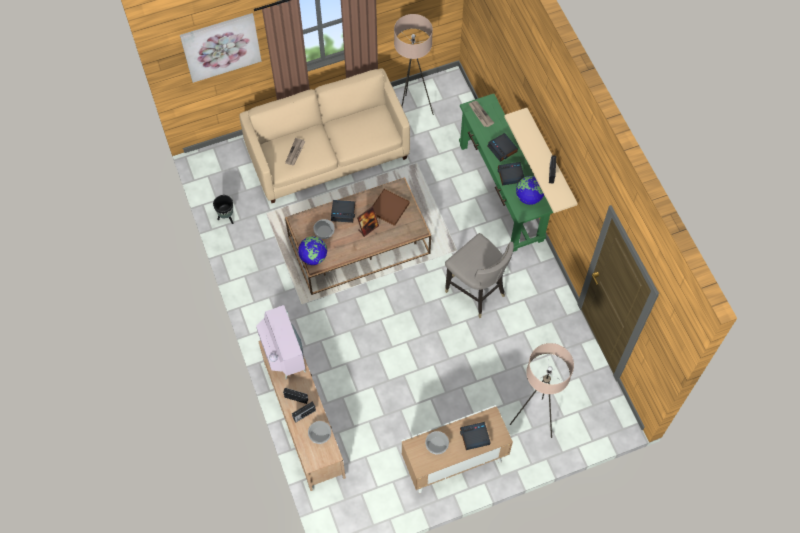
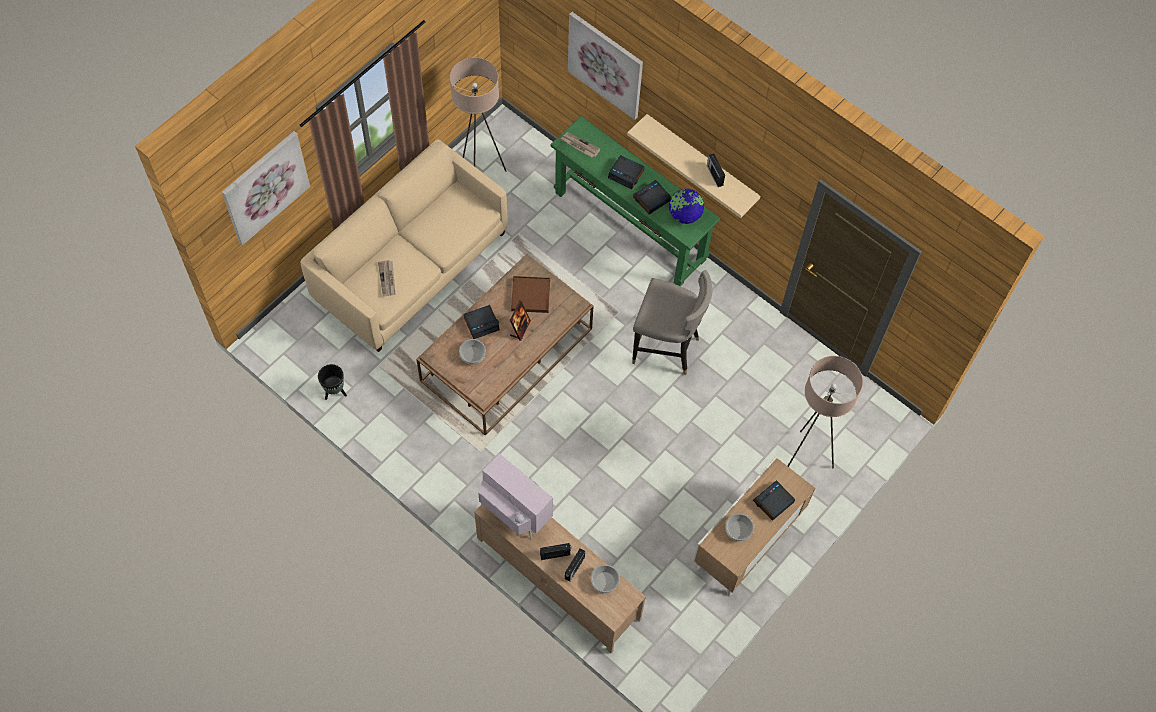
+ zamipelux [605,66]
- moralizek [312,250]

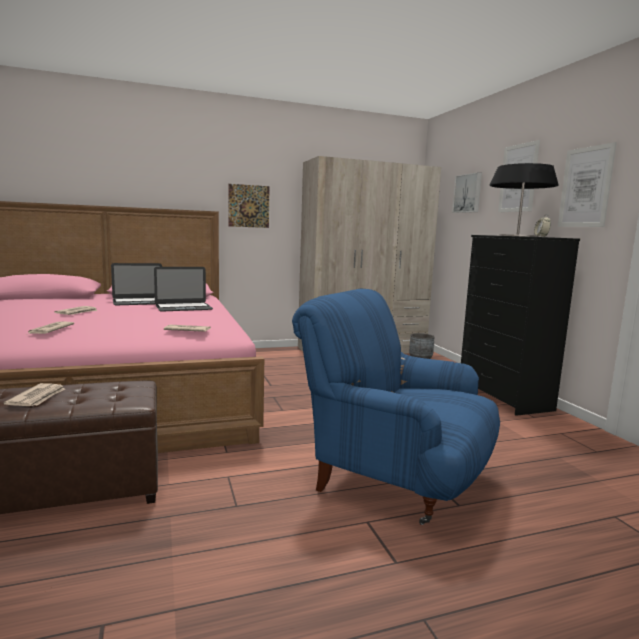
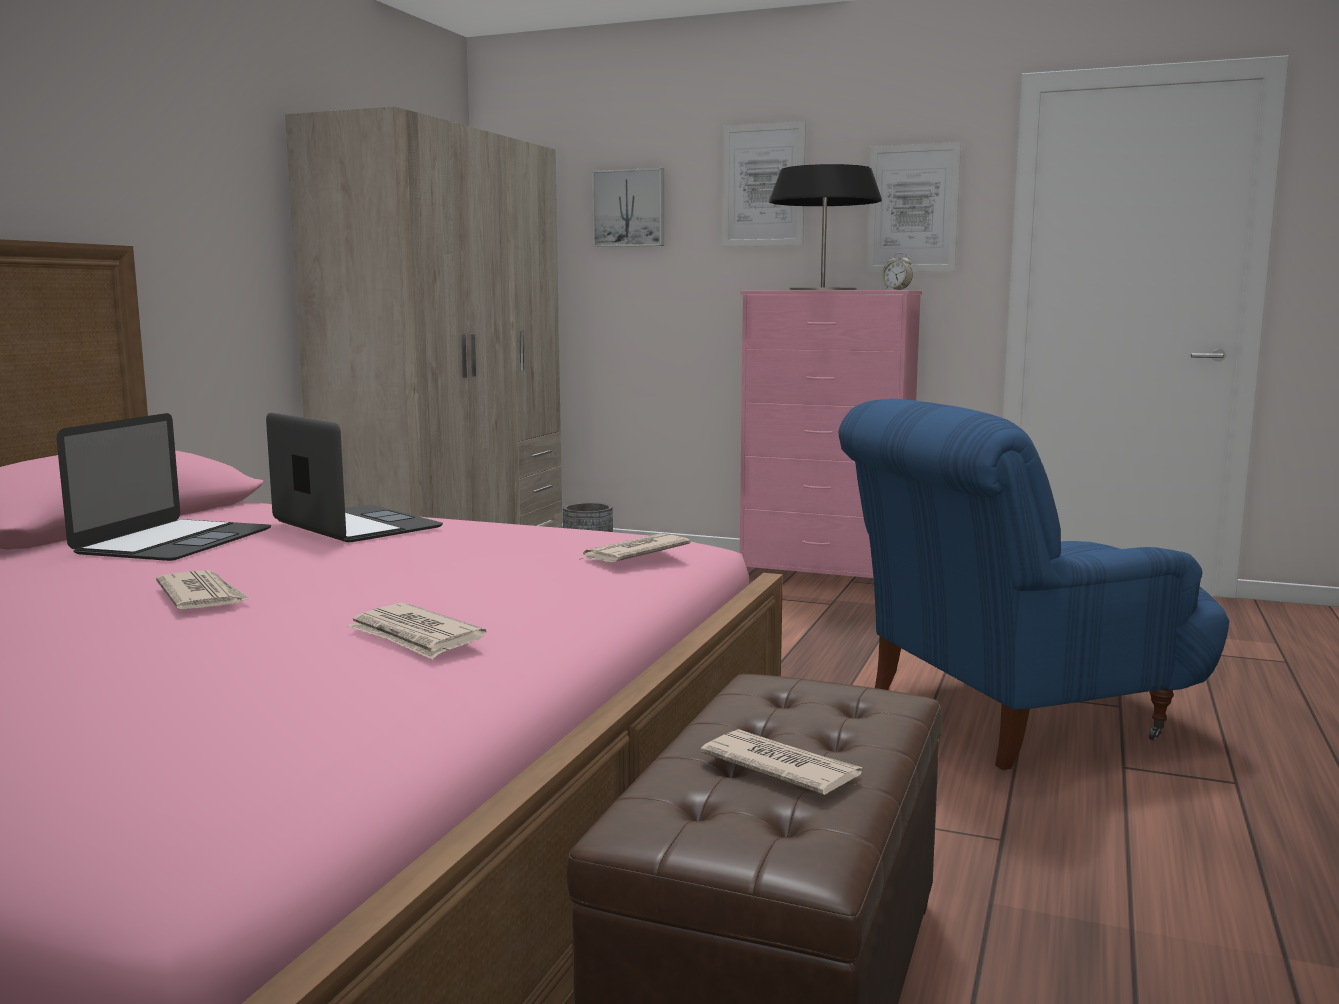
~ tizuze [183,289] = [354,477] 60 degrees counterclockwise
~ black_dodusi [520,325] to pink_dodusi [831,434]
- zamipelux [249,206]

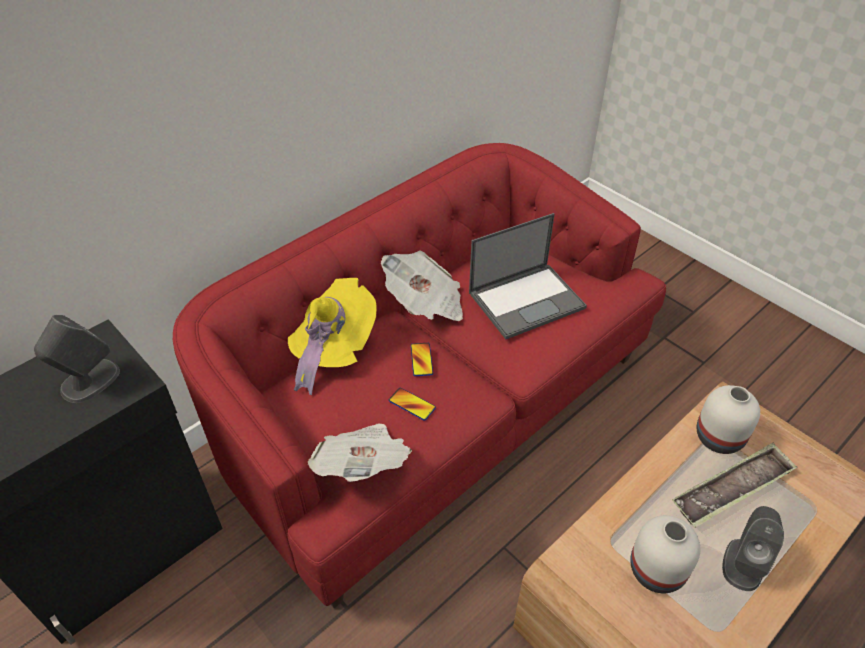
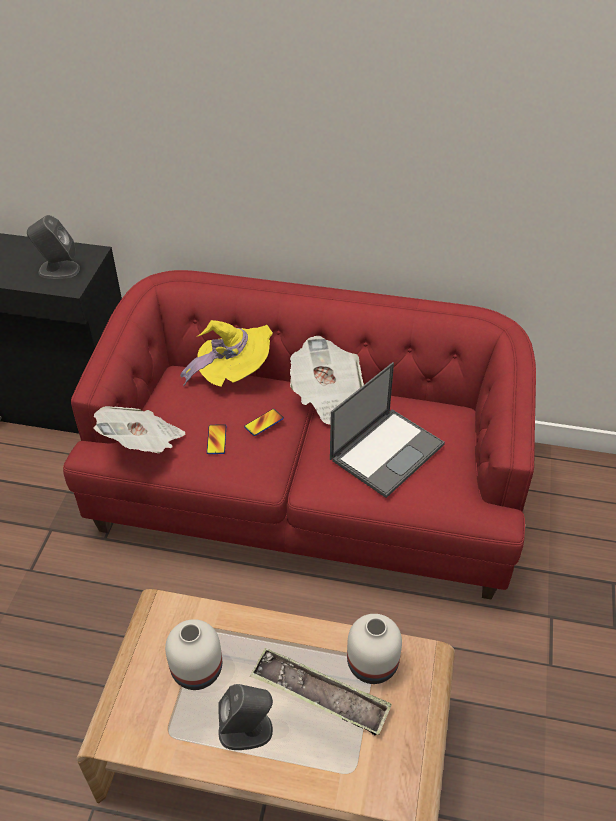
~ tizuze [528,276] = [387,430] 75 degrees counterclockwise

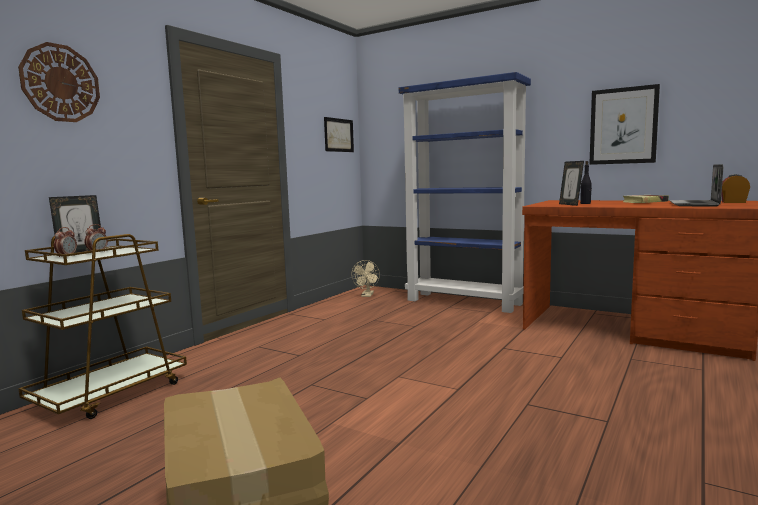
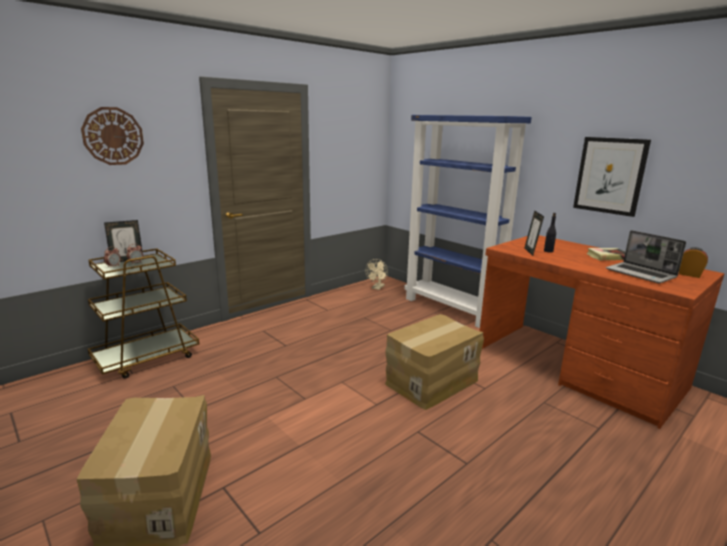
+ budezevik [434,362]
~ tizuze [696,185] = [646,256] 75 degrees counterclockwise
- zamipelux [339,134]

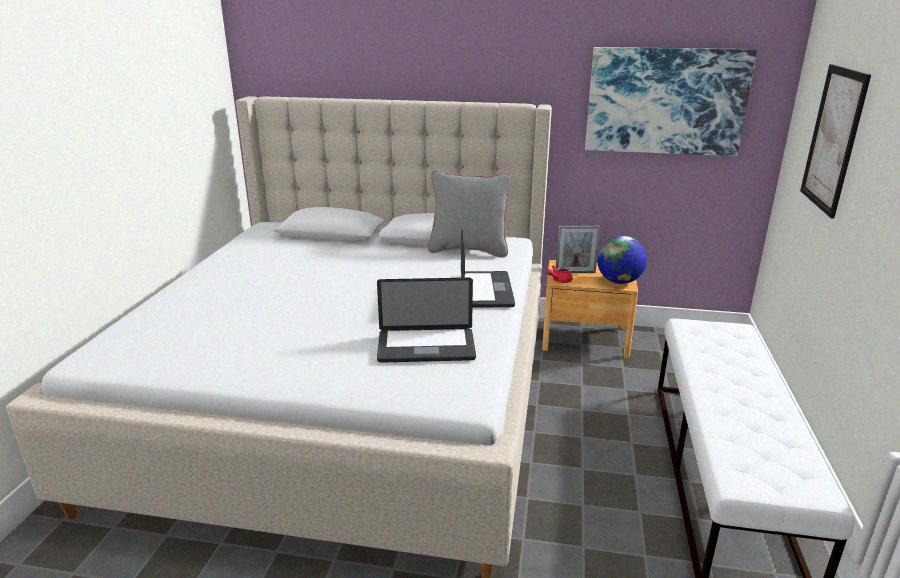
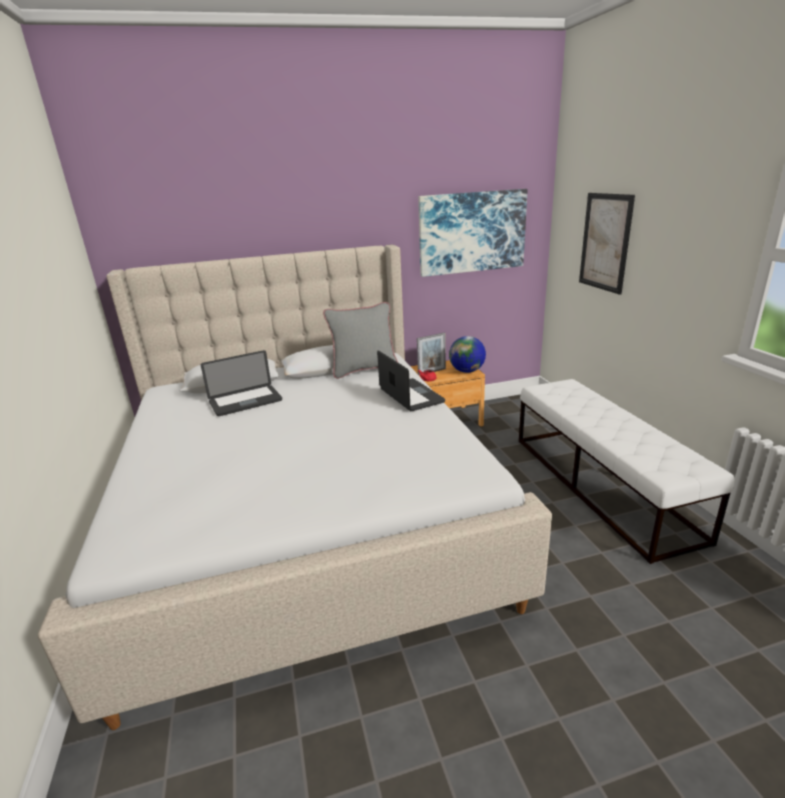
~ tizuze [426,320] to [241,383]

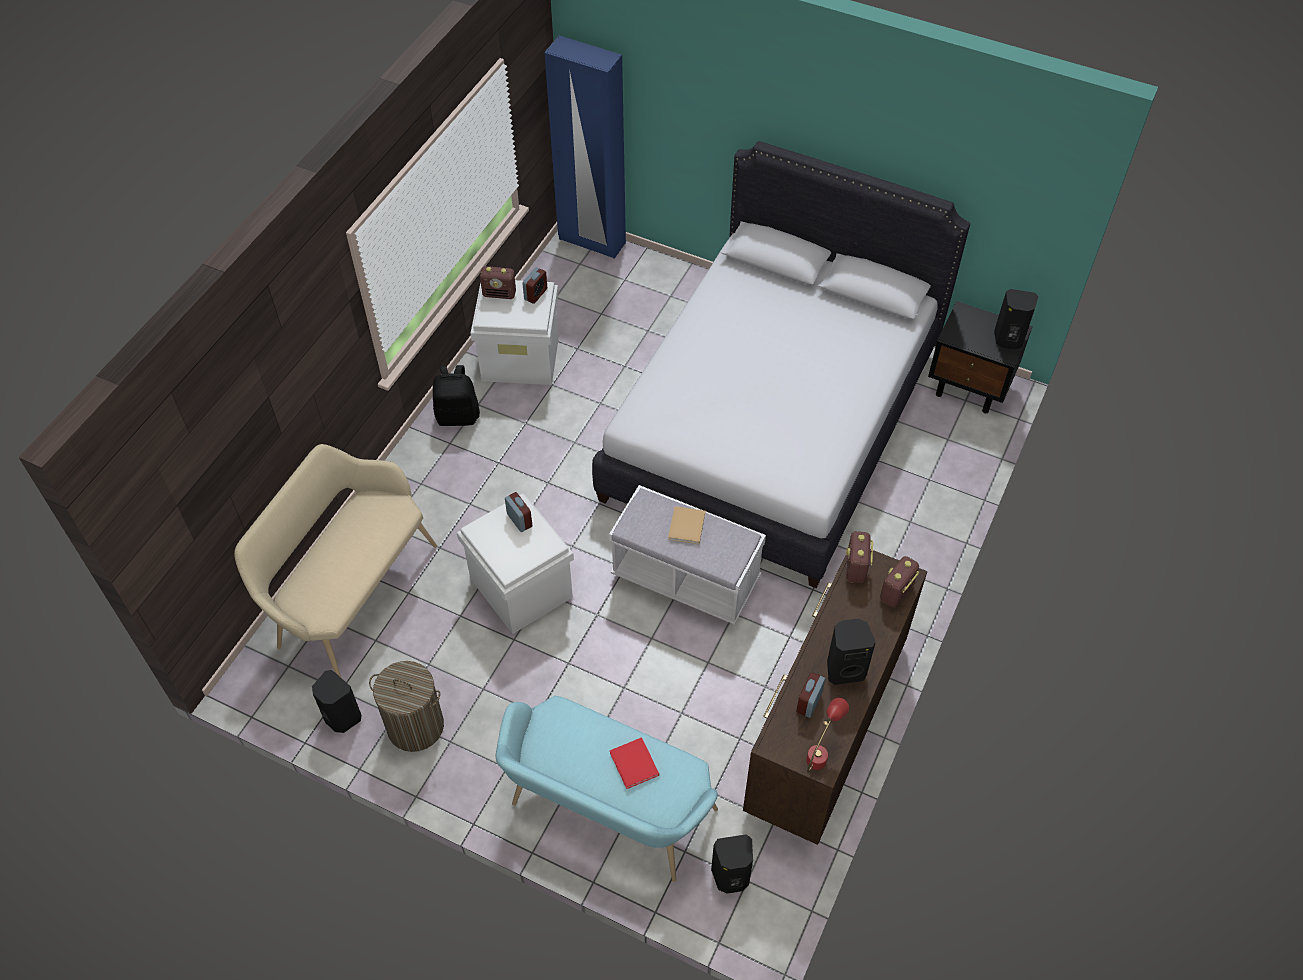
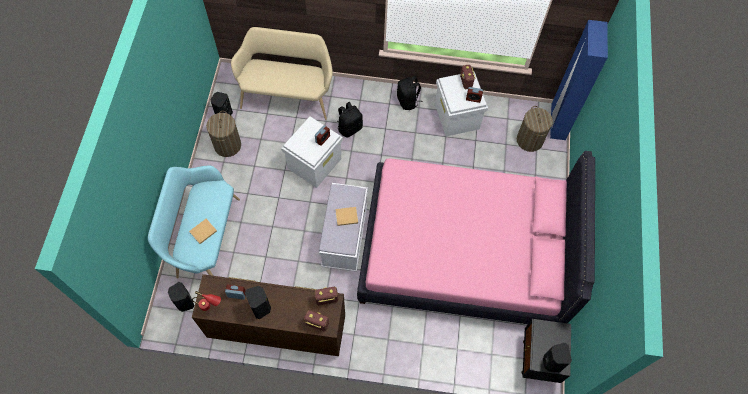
~ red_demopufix [634,763] to beige_demopufix [203,231]
+ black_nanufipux [350,120]
~ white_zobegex [781,364] to pink_zobegex [476,237]
+ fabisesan [535,129]

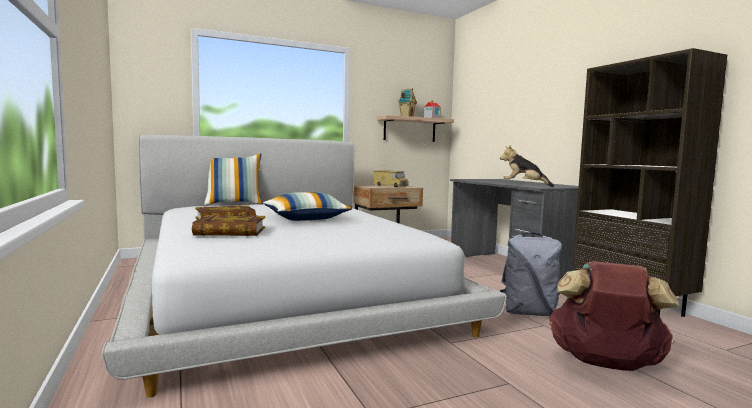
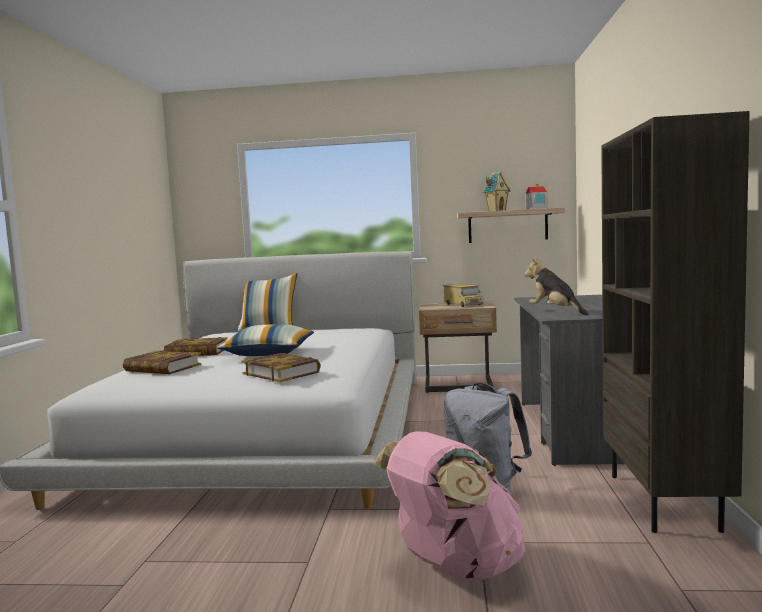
+ demopufix [281,367]
~ brown_nanufipux [614,316] to pink_nanufipux [449,506]

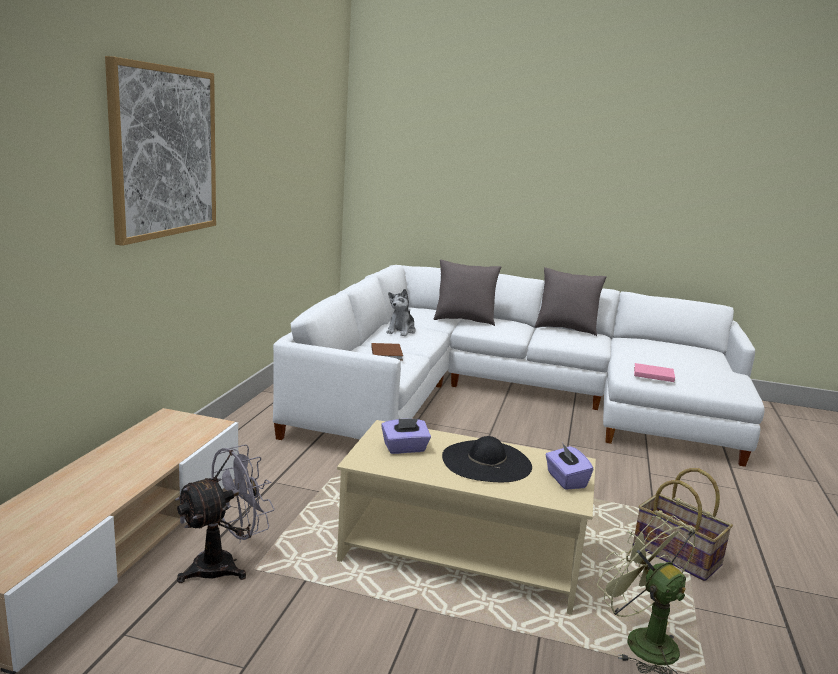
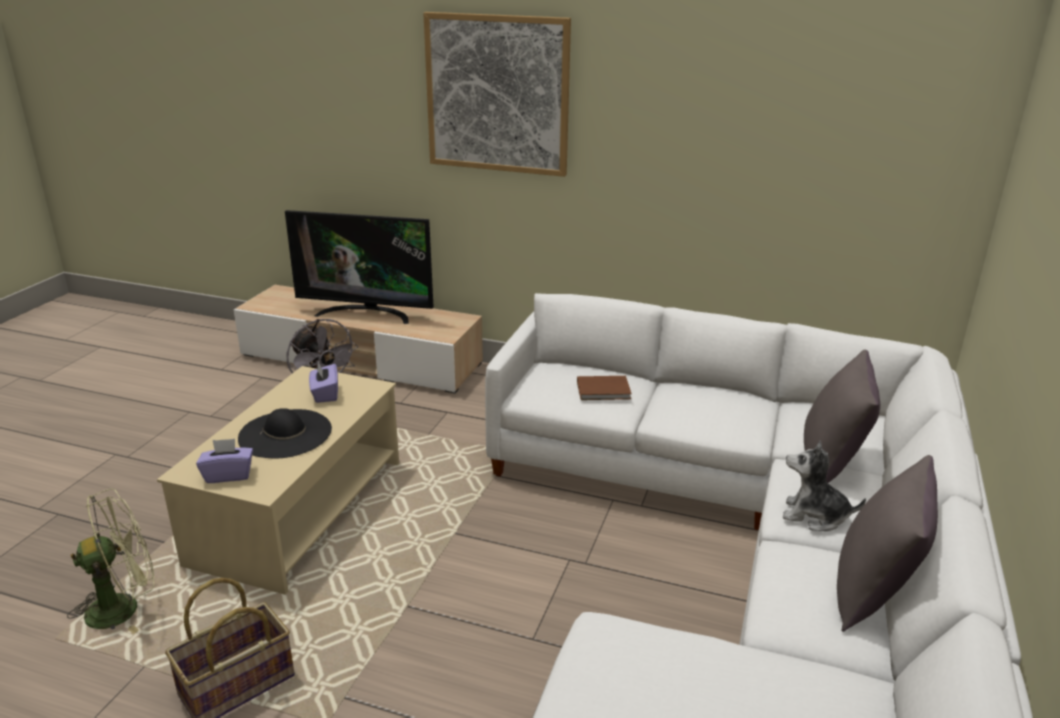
+ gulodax [359,267]
~ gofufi [401,312] to [824,486]
- pink_demopufix [654,372]

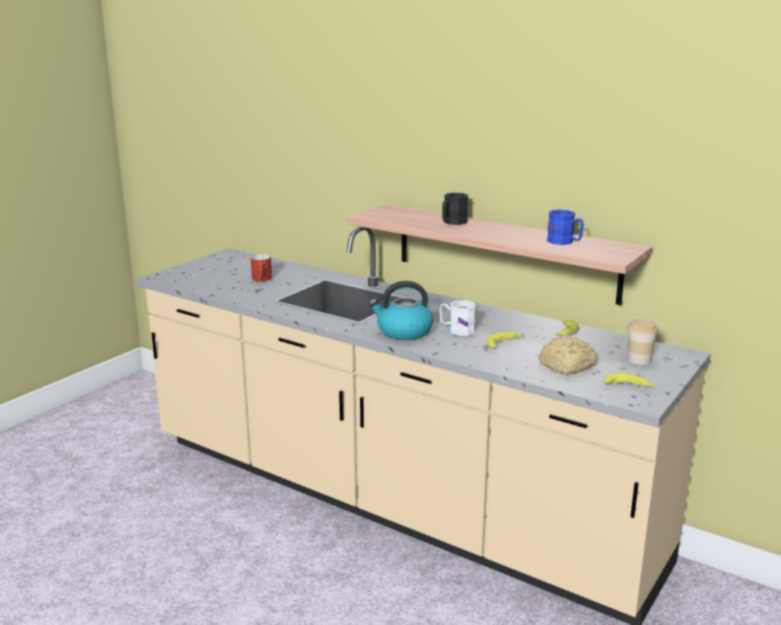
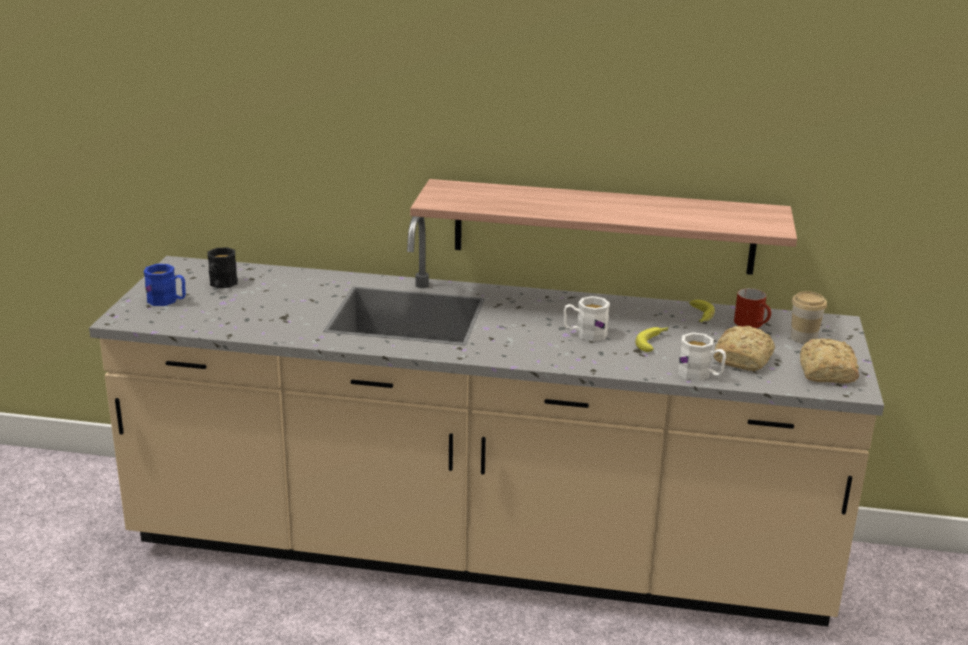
~ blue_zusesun [565,227] to [165,285]
~ black_zusesun [455,209] to [222,267]
+ white_zusesun [702,356]
~ red_zusesun [261,268] to [752,308]
~ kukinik [630,380] to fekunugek [829,360]
- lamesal [401,310]

